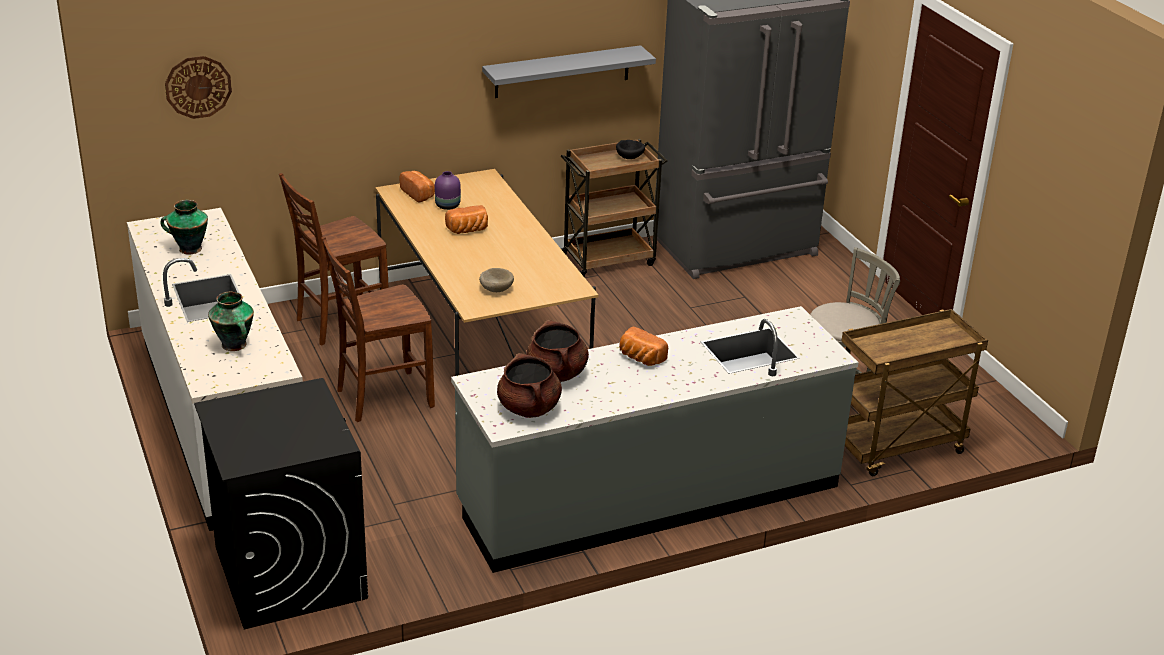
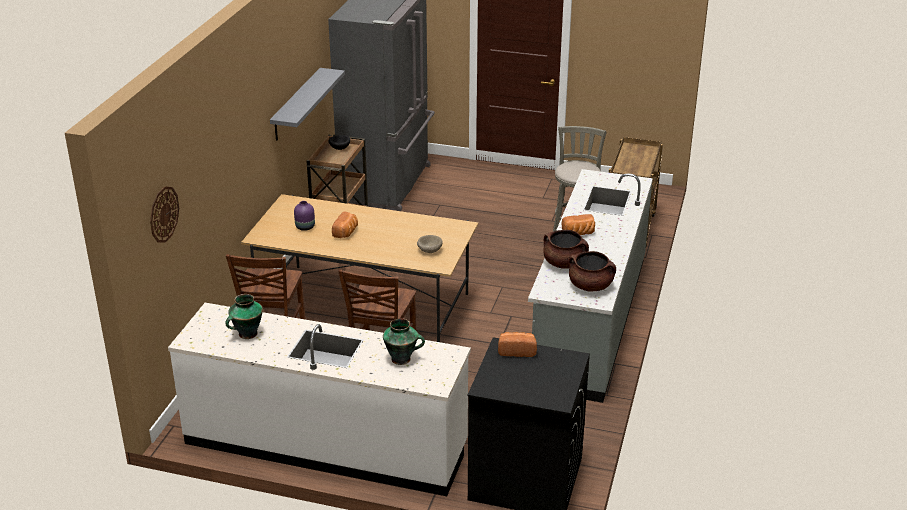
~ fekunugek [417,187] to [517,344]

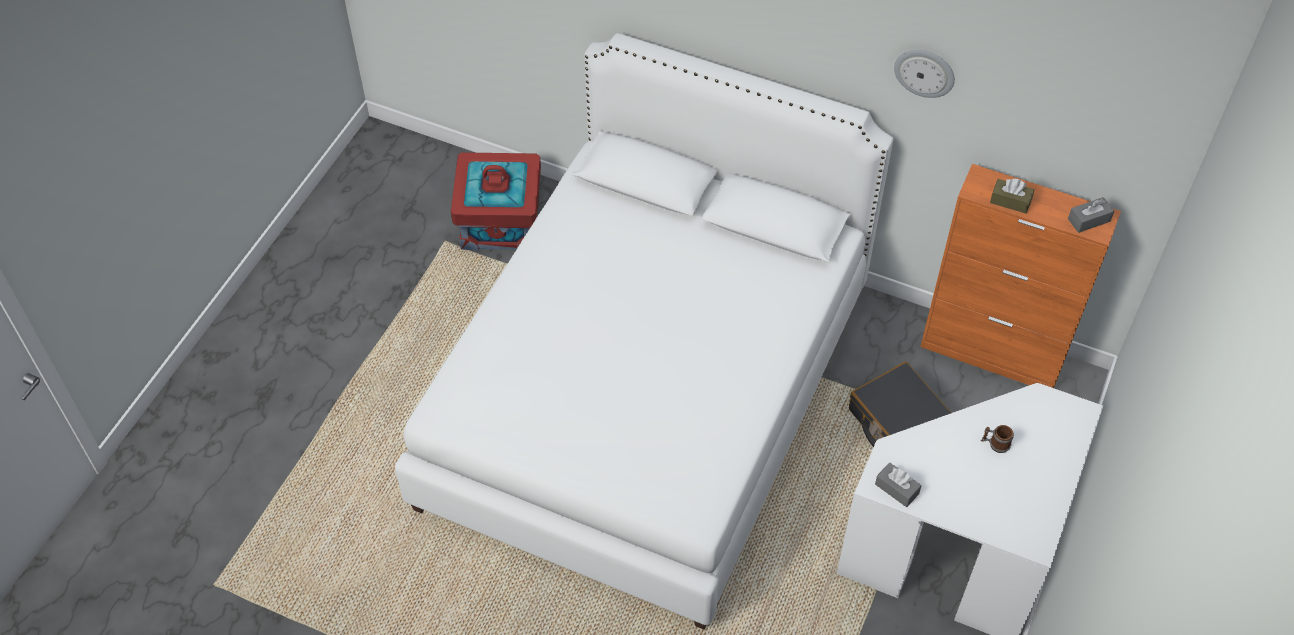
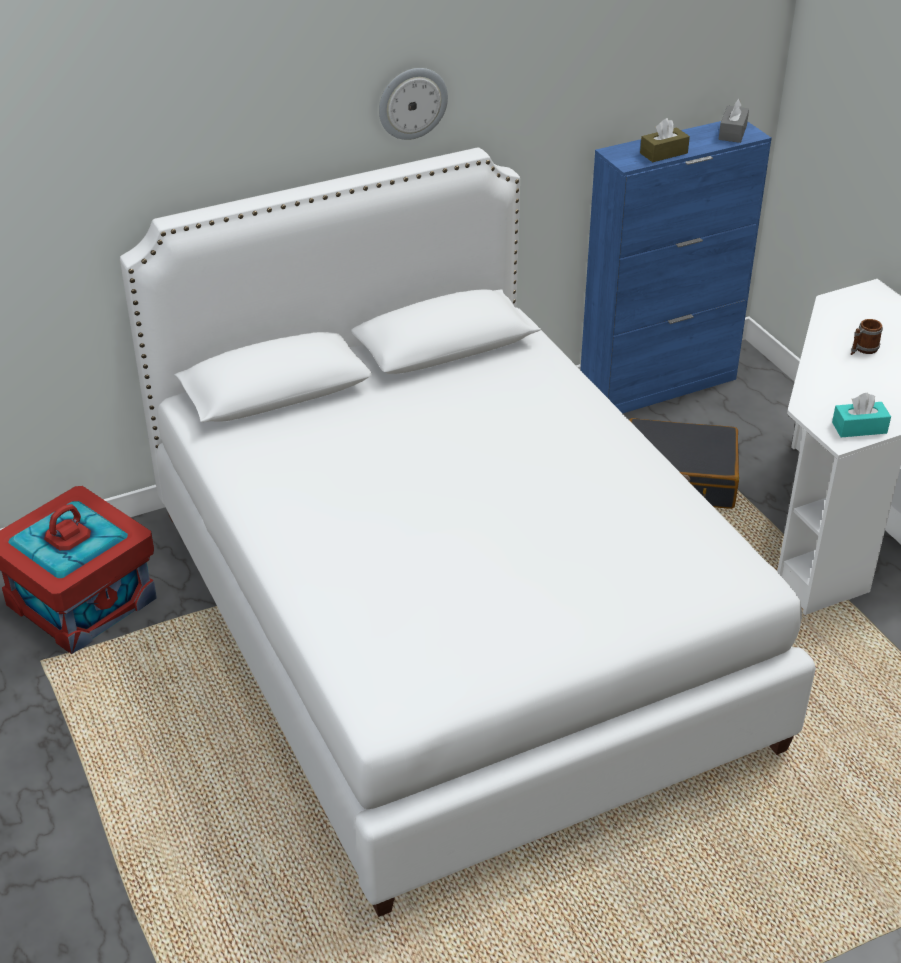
~ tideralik [924,74] to [413,104]
~ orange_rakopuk [1020,276] to blue_rakopuk [676,267]
~ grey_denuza [898,484] to turquoise_denuza [861,415]

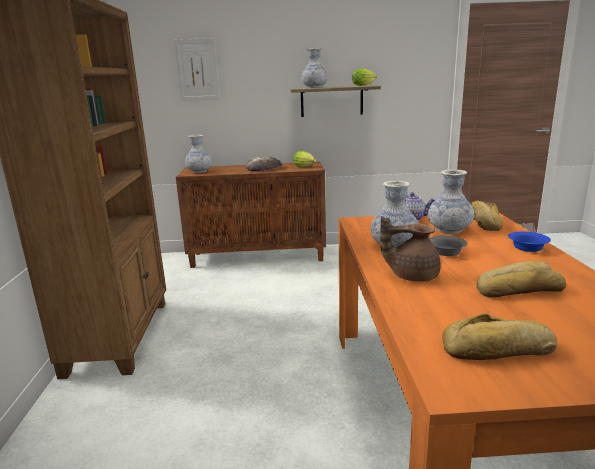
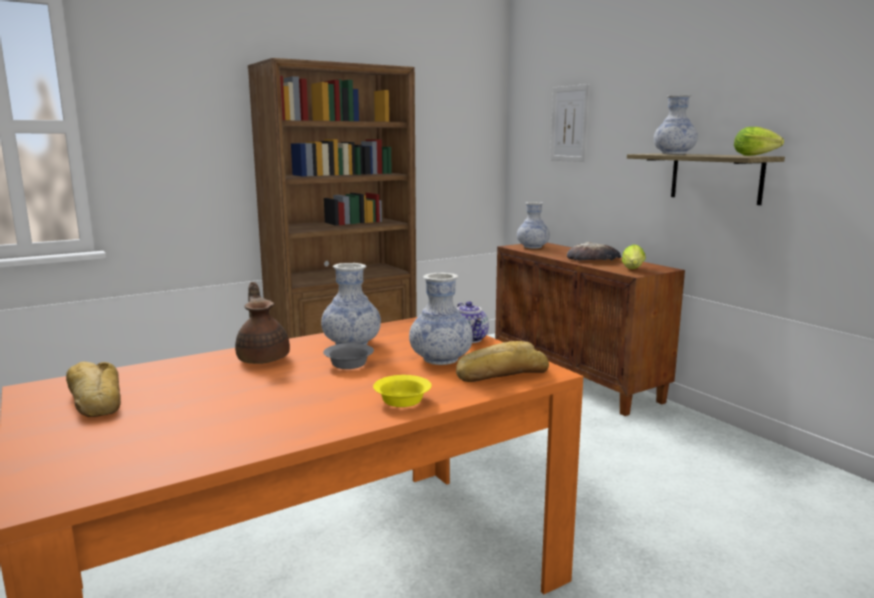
~ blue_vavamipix [529,241] to yellow_vavamipix [402,391]
- fekunugek [521,279]

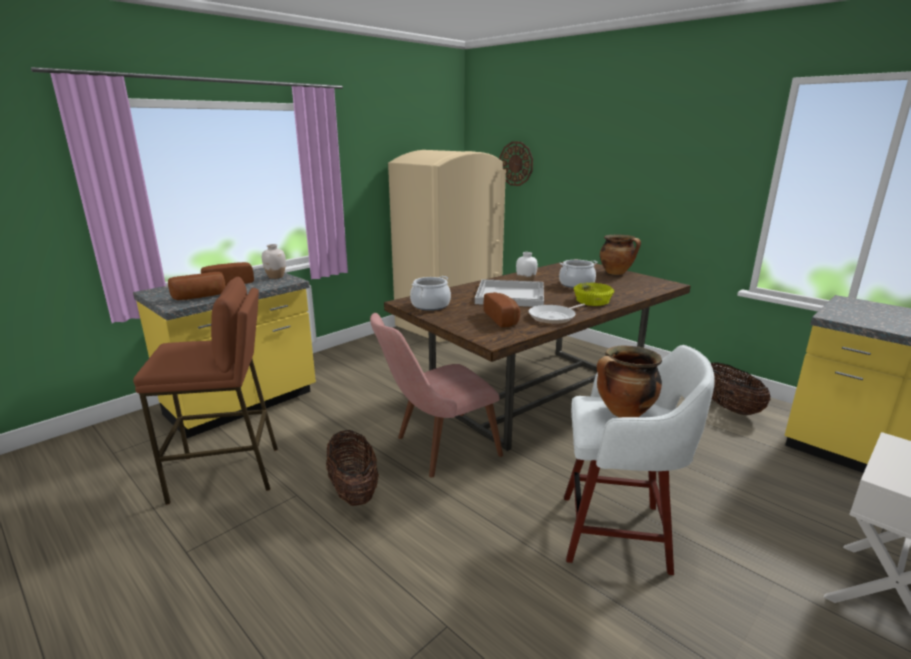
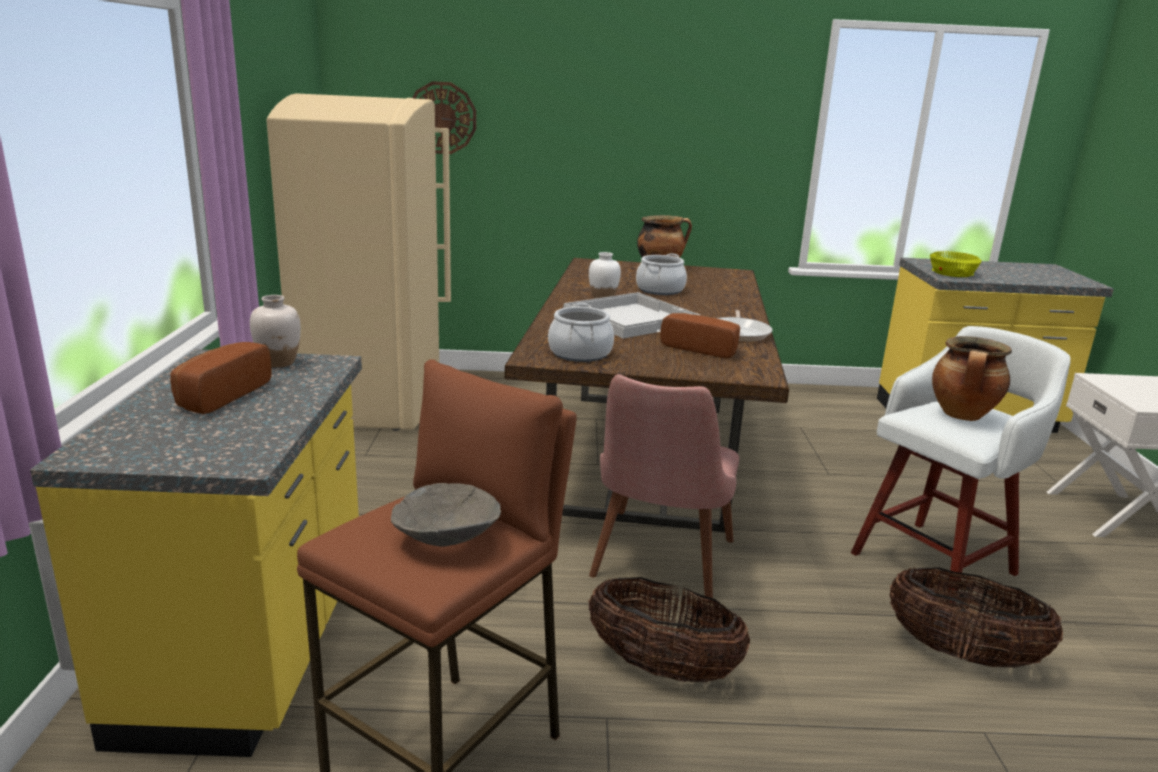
+ grey_vavamipix [446,514]
~ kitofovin [740,388] to [976,617]
~ yellow_vavamipix [594,294] to [956,264]
- fekunugek [197,286]

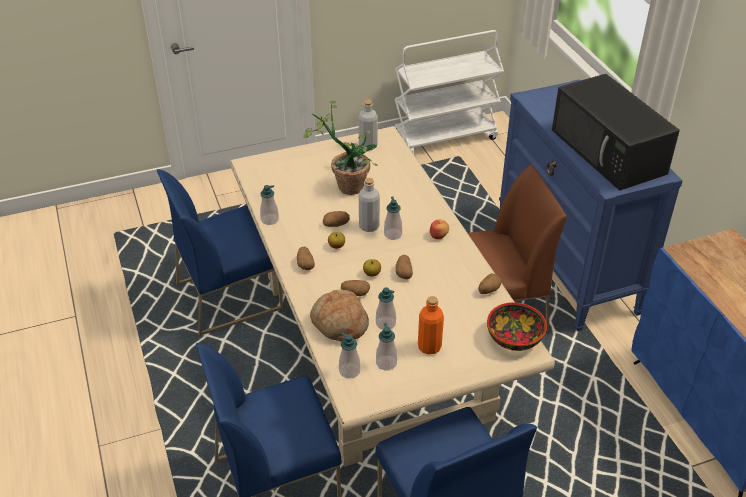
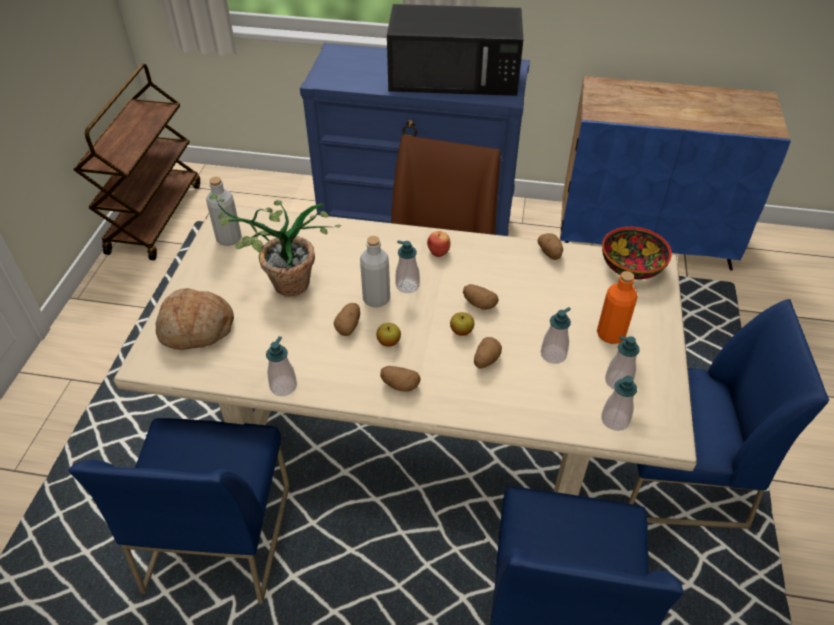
~ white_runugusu [449,91] to brown_runugusu [137,162]
~ fekunugek [339,316] to [195,319]

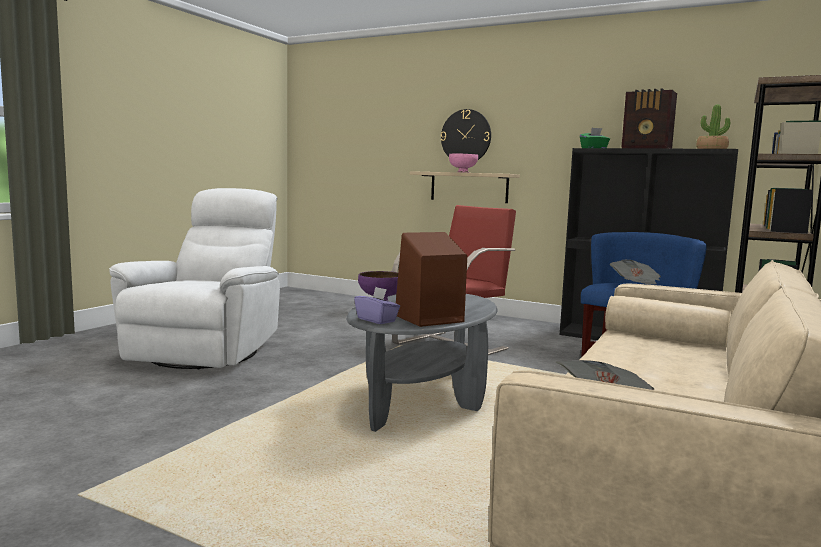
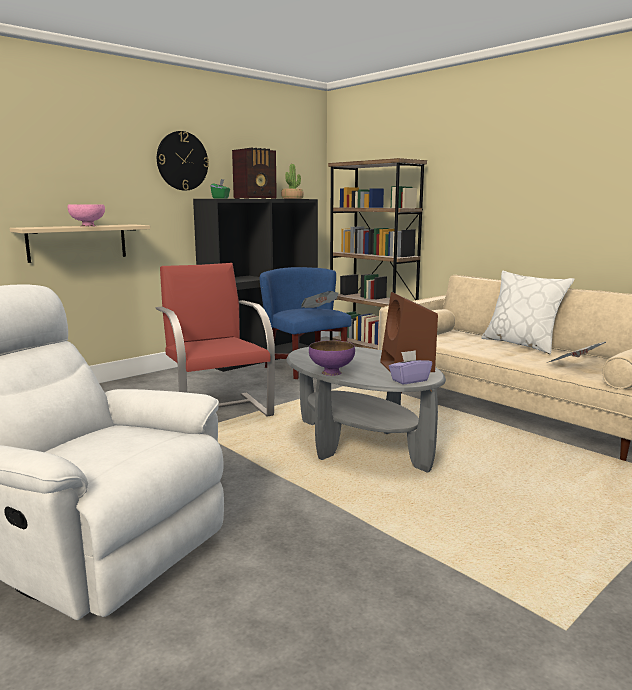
~ tideralik [466,134] to [183,161]
+ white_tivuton [527,312]

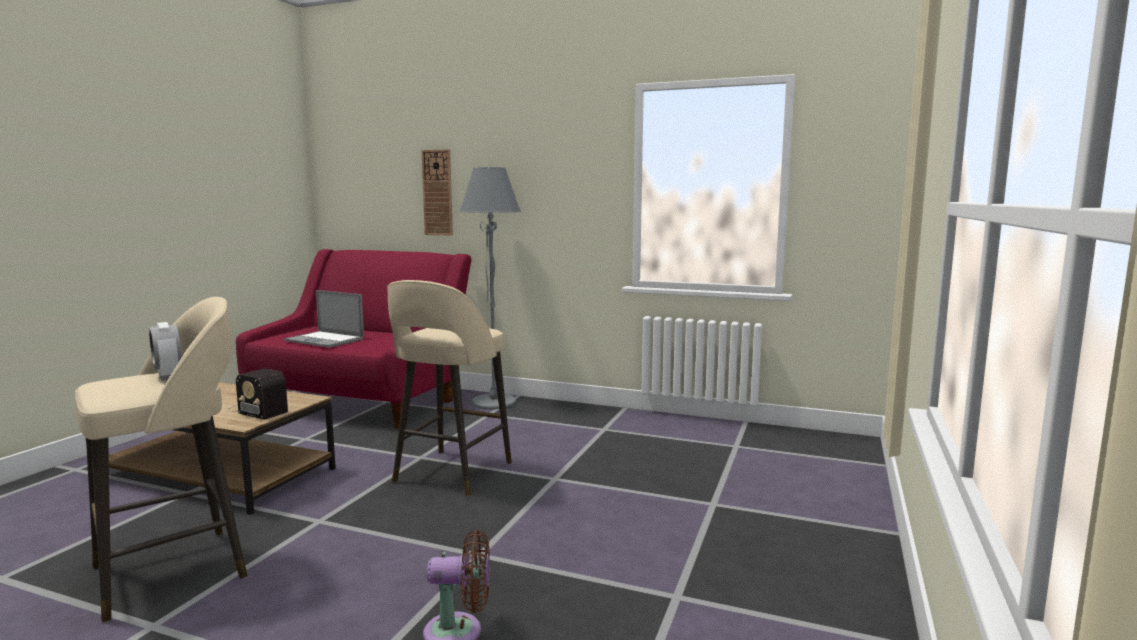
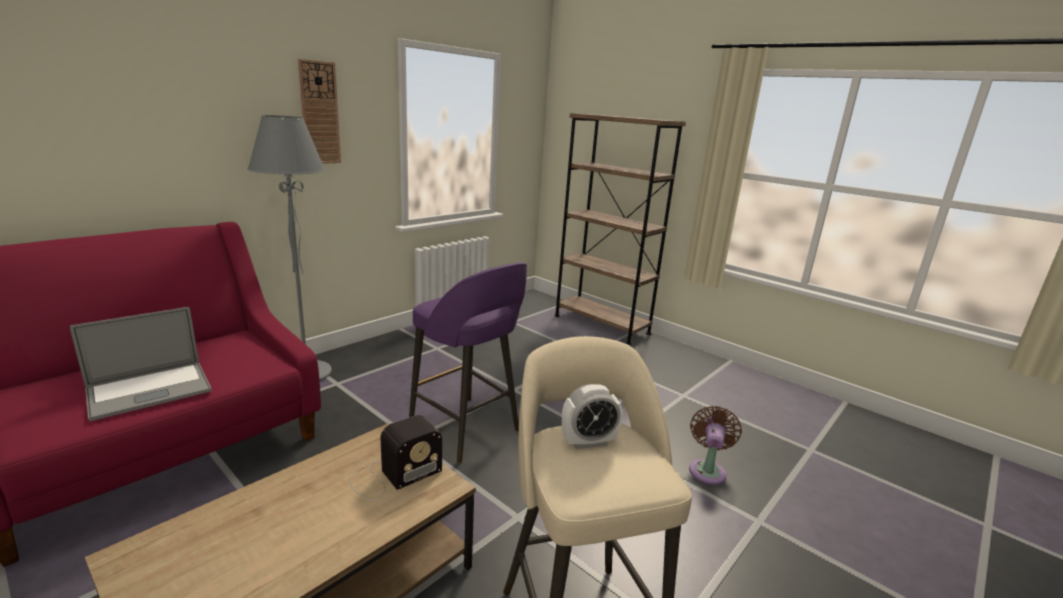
~ tideralik [437,192] to [319,111]
~ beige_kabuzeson [449,388] to purple_kabuzeson [468,363]
+ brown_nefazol [620,229]

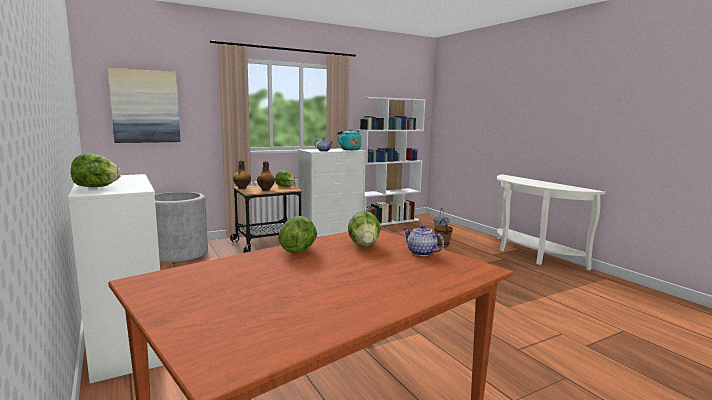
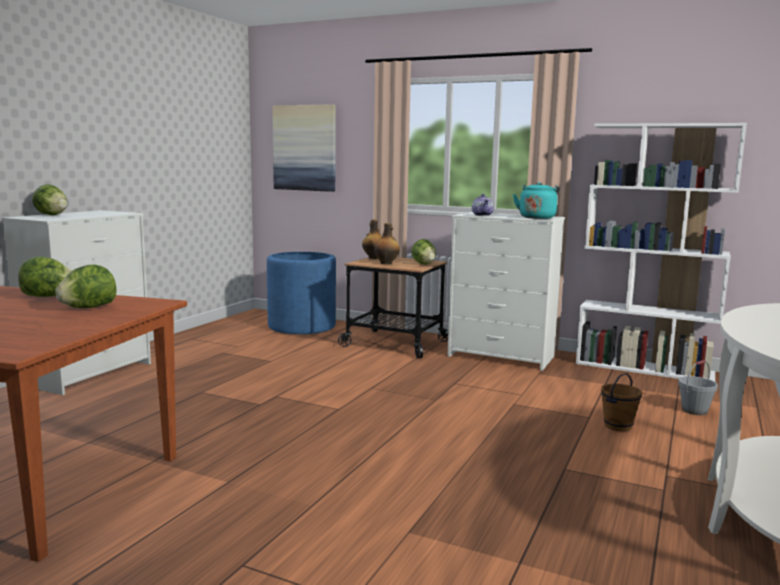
~ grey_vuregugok [181,227] to blue_vuregugok [301,293]
- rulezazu [423,240]

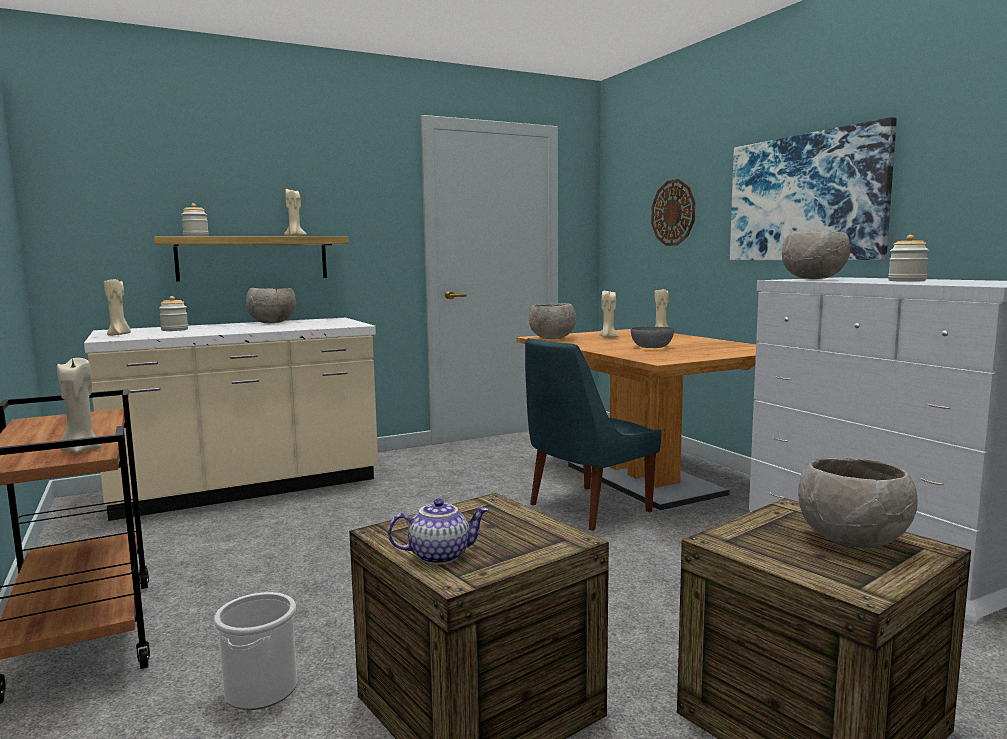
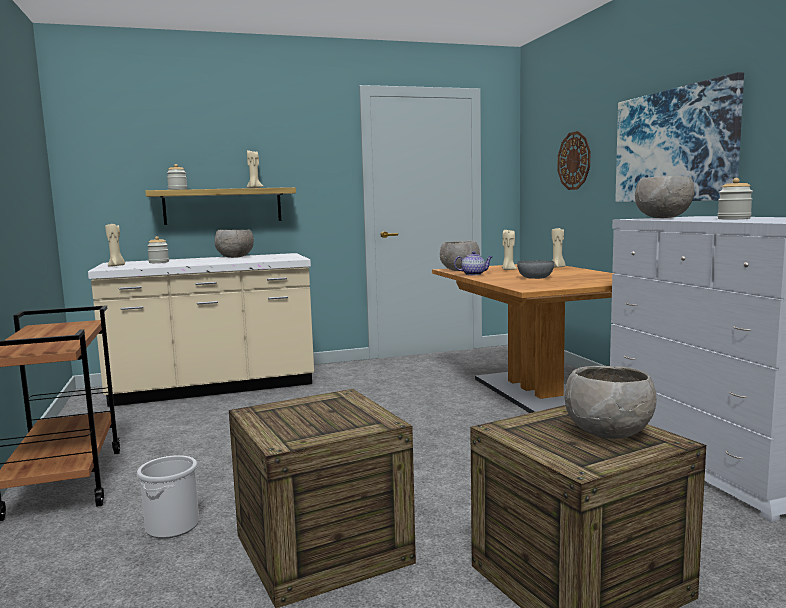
~ rulezazu [438,531] to [473,263]
- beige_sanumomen [79,405]
- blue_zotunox [593,434]

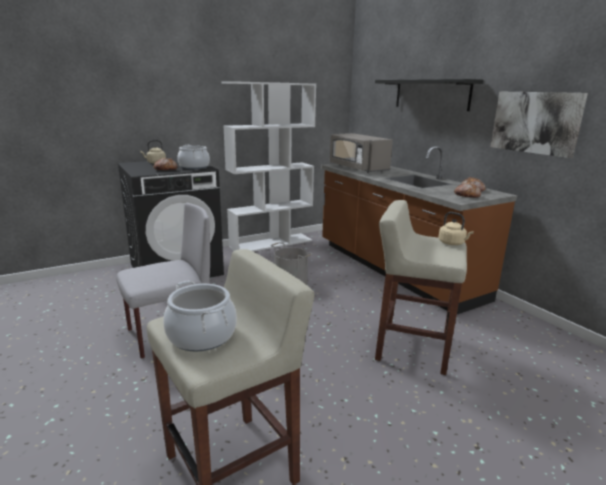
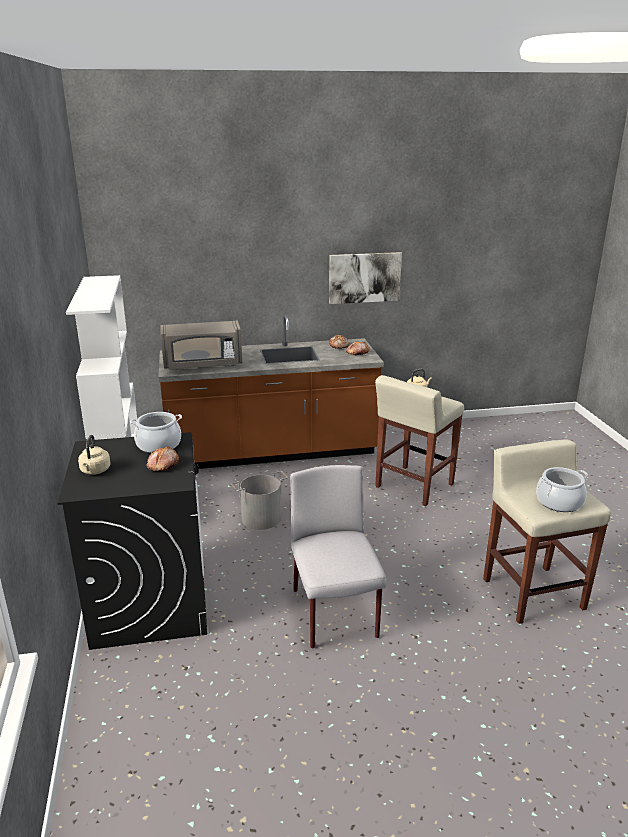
- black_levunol [429,95]

